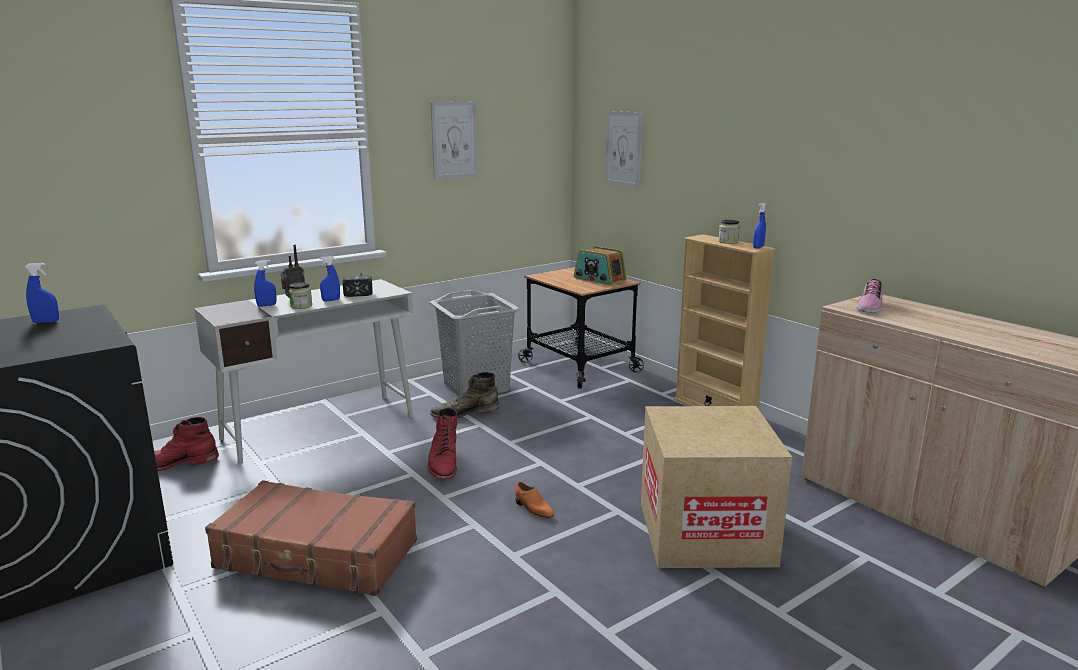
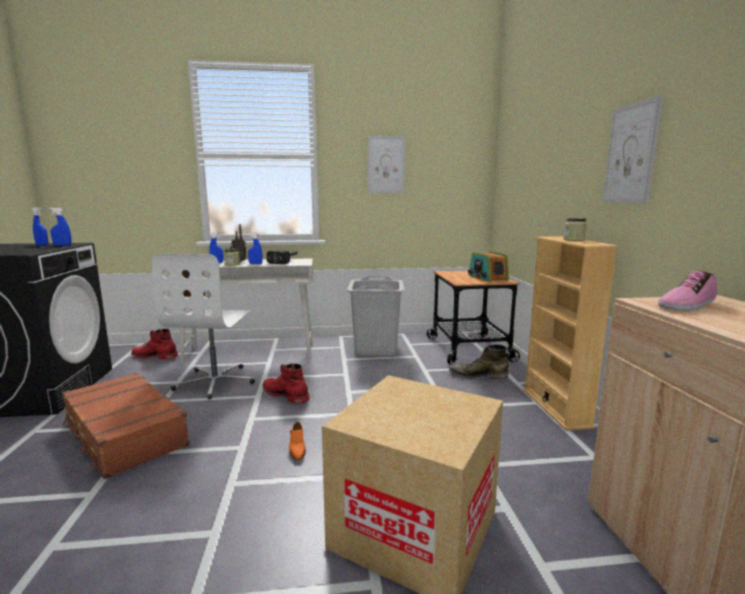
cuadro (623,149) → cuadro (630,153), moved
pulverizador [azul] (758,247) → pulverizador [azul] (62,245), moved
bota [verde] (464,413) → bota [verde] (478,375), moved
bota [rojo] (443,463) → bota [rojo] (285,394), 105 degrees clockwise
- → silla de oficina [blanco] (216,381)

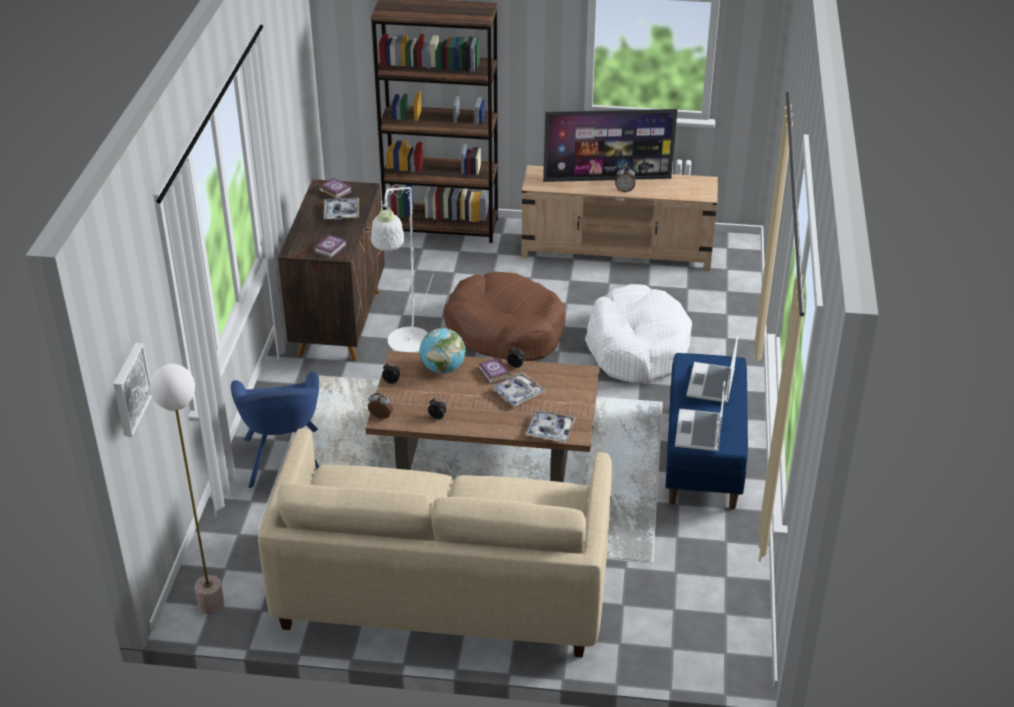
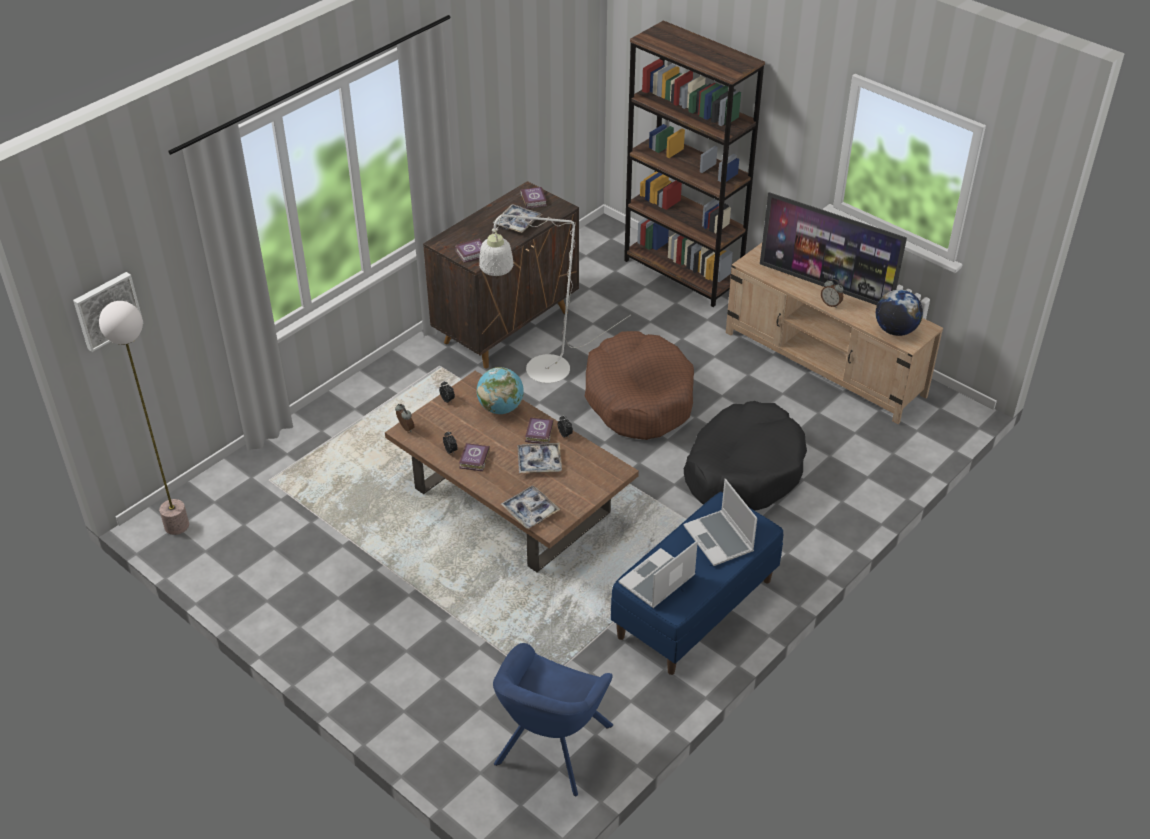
cama para perro [blanco] (637,347) → cama para perro [negro] (743,470)
portátil (711,384) → portátil (719,539), 75 degrees counterclockwise
sillón [azul] (284,461) → sillón [azul] (551,749), moved
sofá [beis] (442,588) → -
- → globo terráqueo (895,330)
- → libro (473,460)

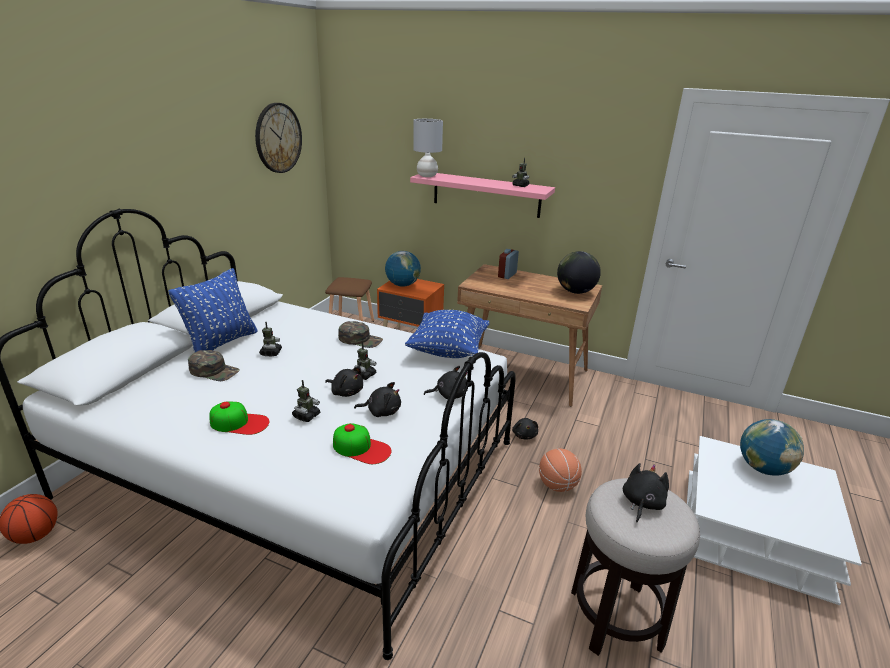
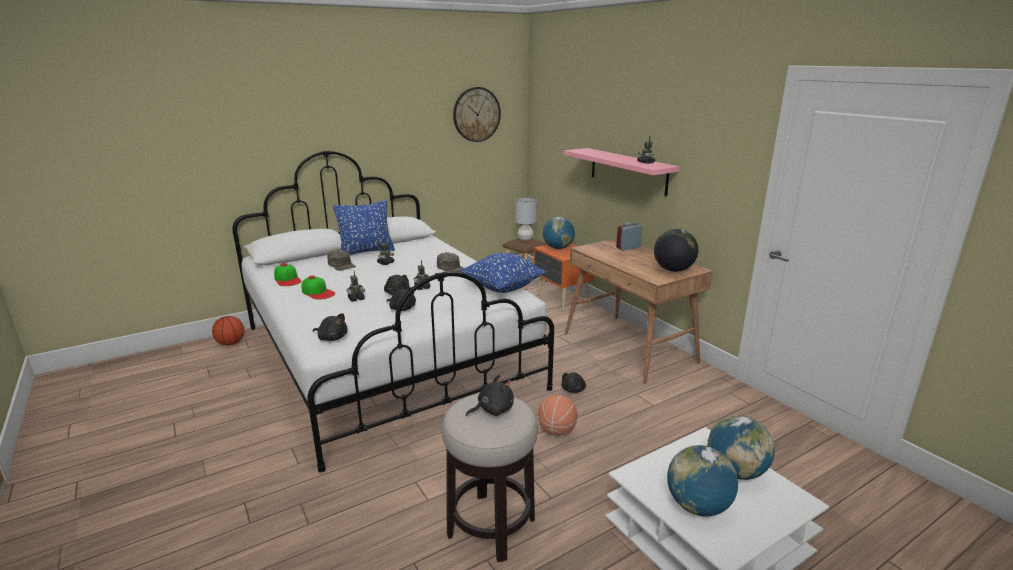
lámpara de mesa [gris] (427,176) → lámpara de mesa [gris] (525,239), moved
peluche [negro] (449,395) → peluche [negro] (332,338), moved
gorra (361,448) → gorra (287,279), moved
- → globo terráqueo (697,506)

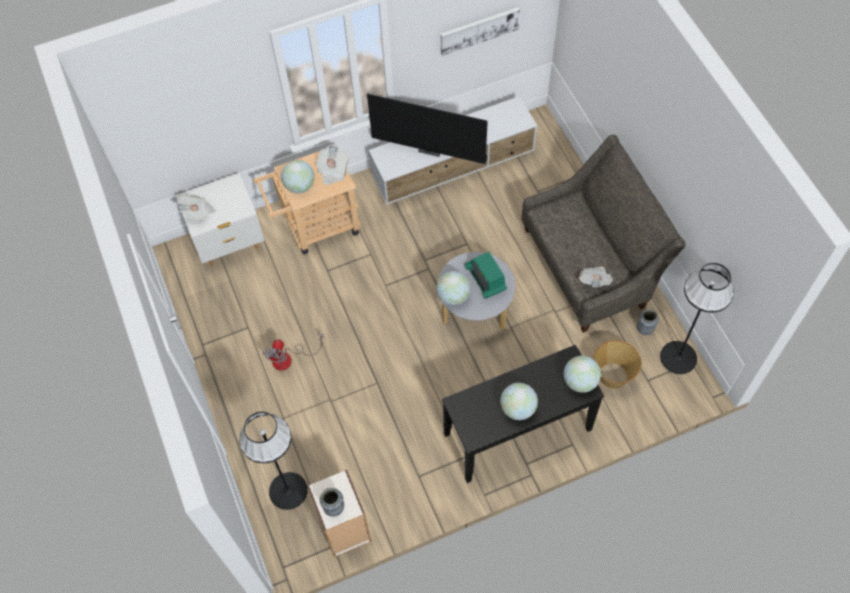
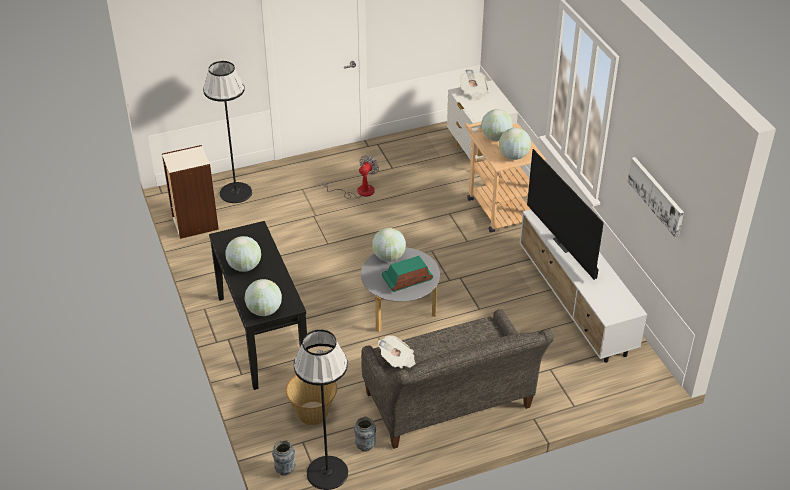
televisor (431,148) → televisor (565,243), 45 degrees counterclockwise
periódico (332,171) → globo terráqueo (513,156)
ventilador (289,358) → ventilador (359,191), 105 degrees clockwise
florero (334,508) → florero (285,470), moved

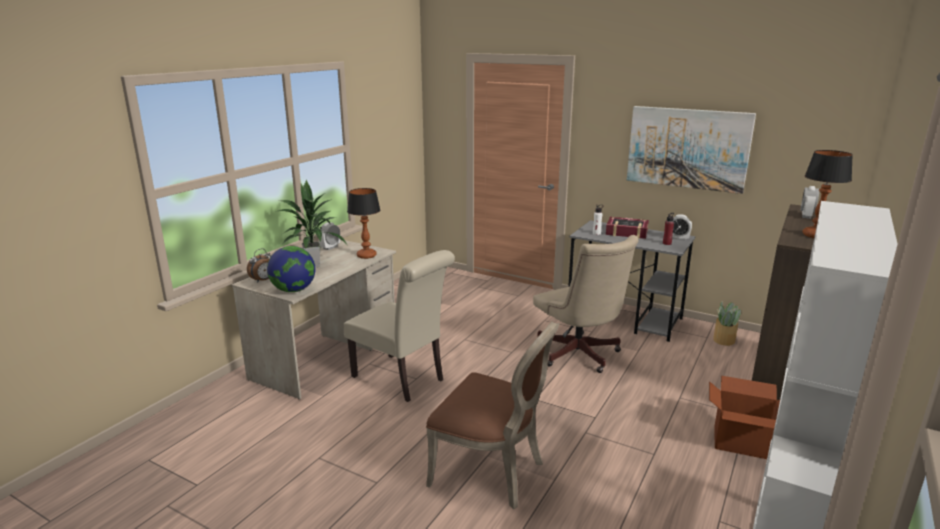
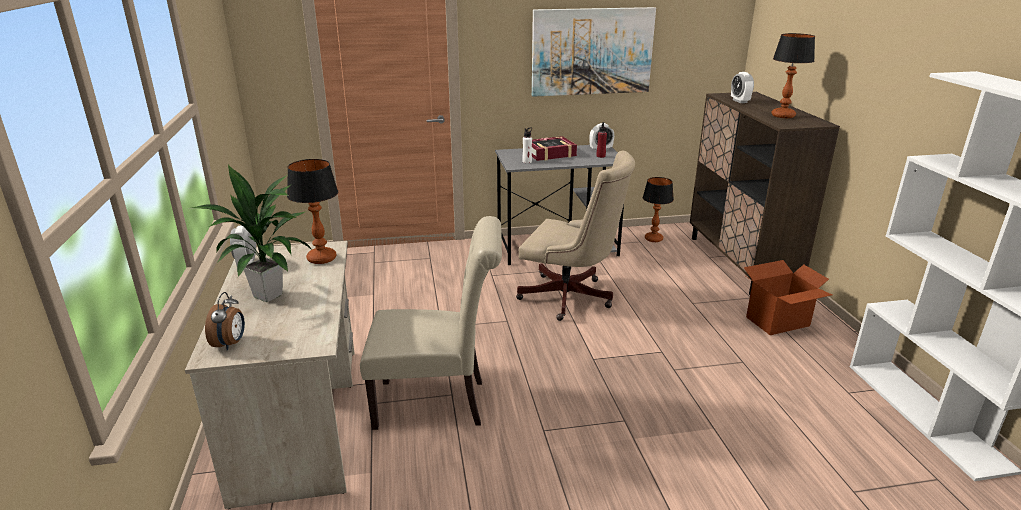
globo terráqueo (294,290) → -
planta en maceta (724,340) → lámpara de mesa (654,239)
silla [marrón] (492,472) → -

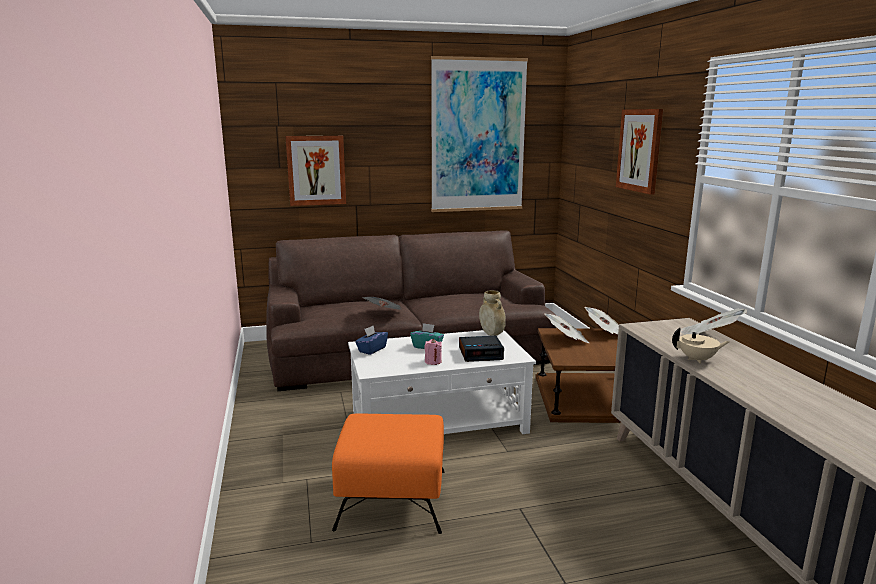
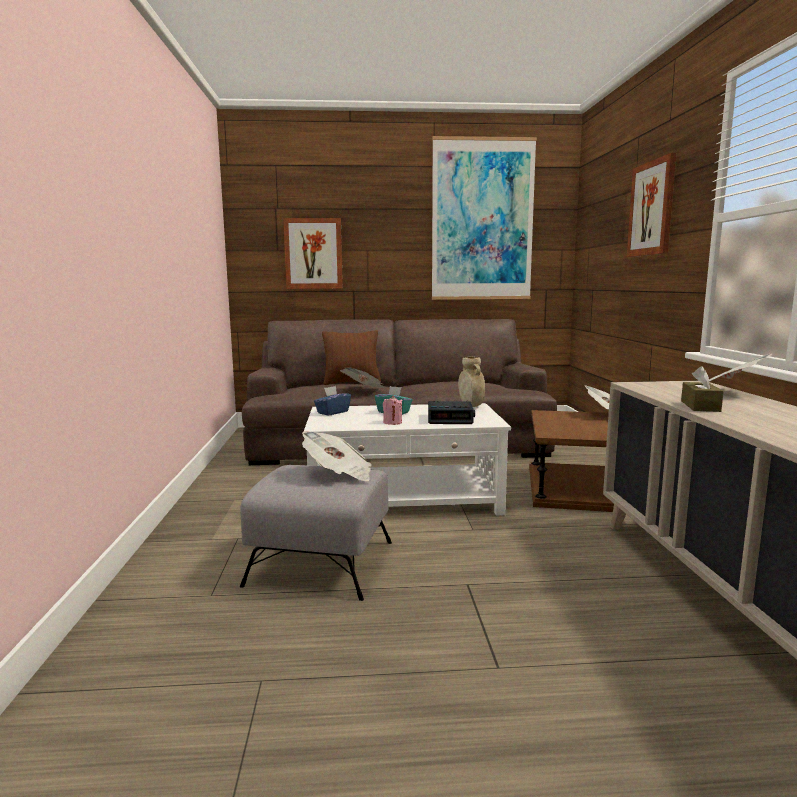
periódico (566,339) → periódico (339,474), moved
tetera [beis] (697,359) → caja de pañuelos [marrón] (700,406)
puf [naranja] (393,499) → puf [gris] (322,563)
- → cojín [marrón] (352,383)

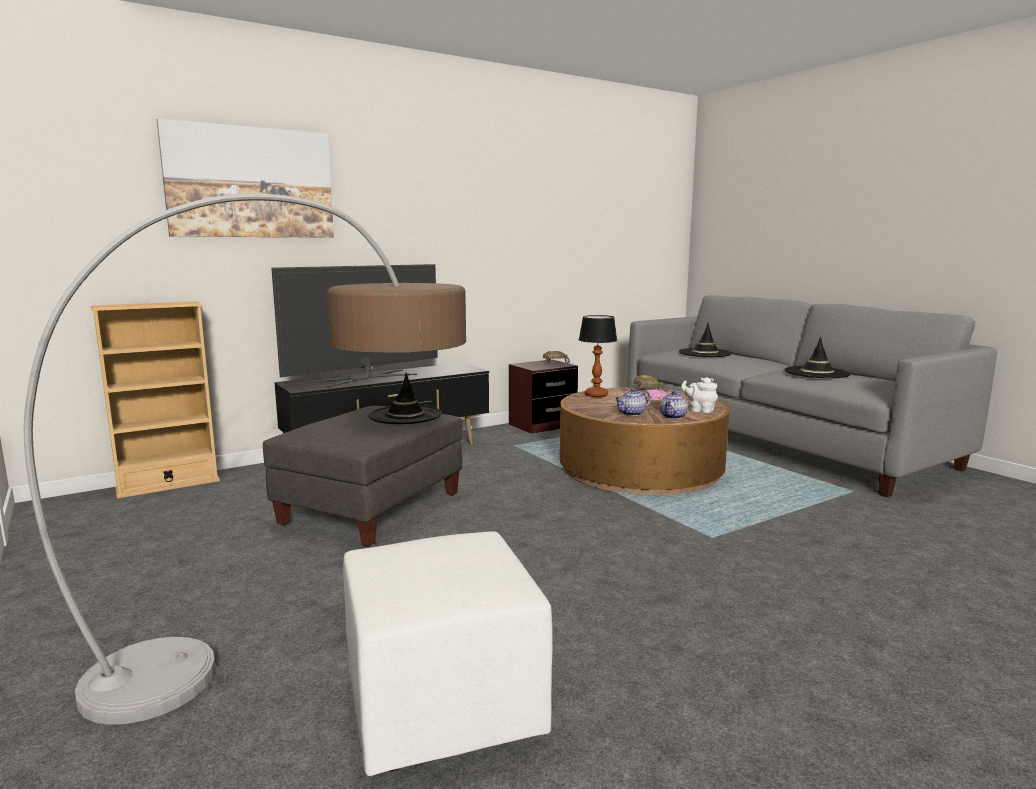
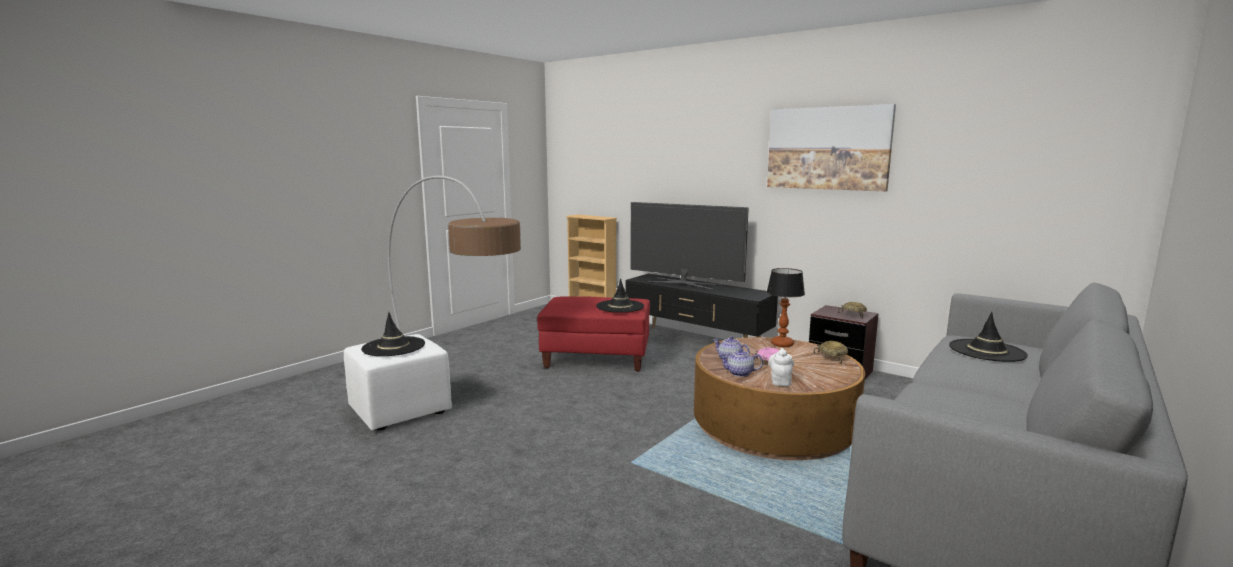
cuadro (250,183) → cuadro (828,148), moved
sombrero [negro] (816,373) → sombrero [negro] (393,347), moved
puf [gris] (372,509) → puf [rojo] (596,358)

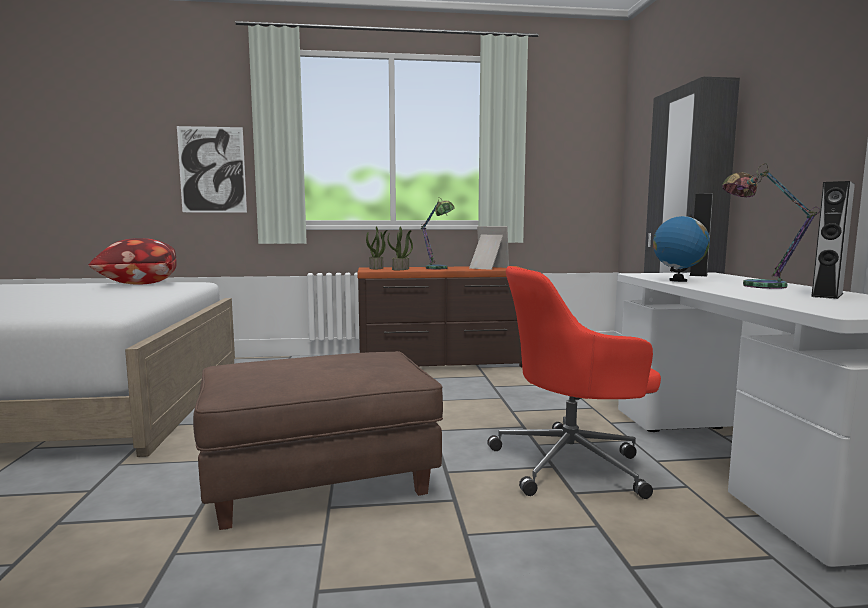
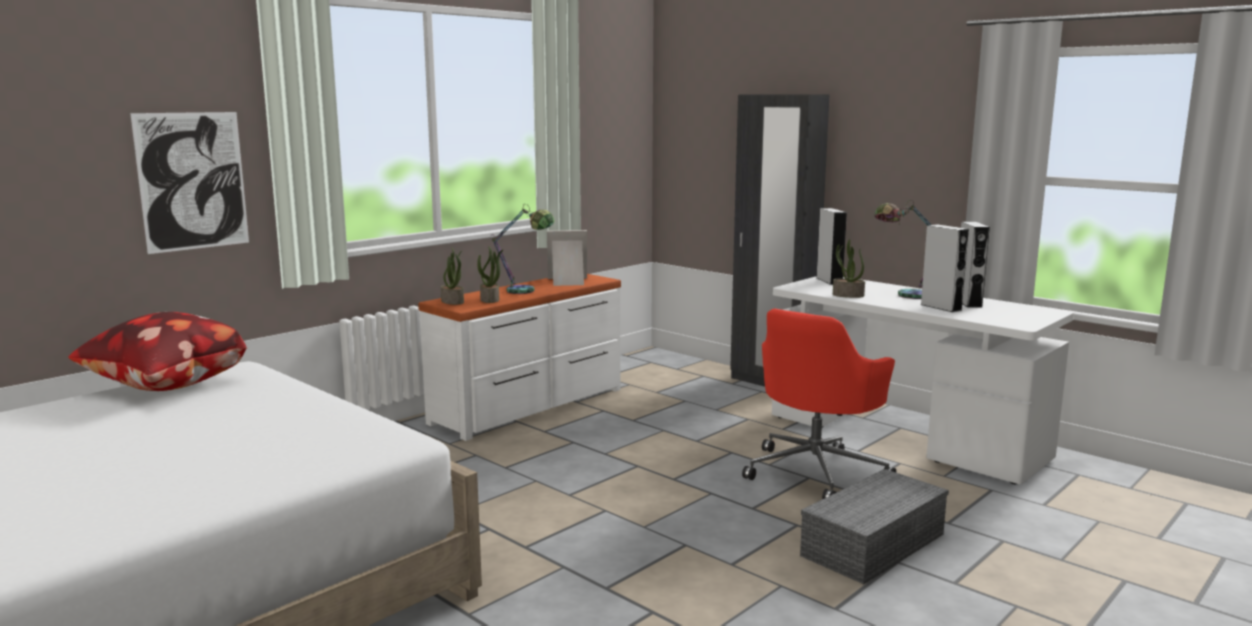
globo terráqueo (678,280) → planta en maceta (847,295)
cómoda [marrón] (442,363) → cómoda [blanco] (530,406)
puf [marrón] (320,483) → -
- → altavoz [gris] (941,307)
- → caja de almacenaje [gris] (873,543)

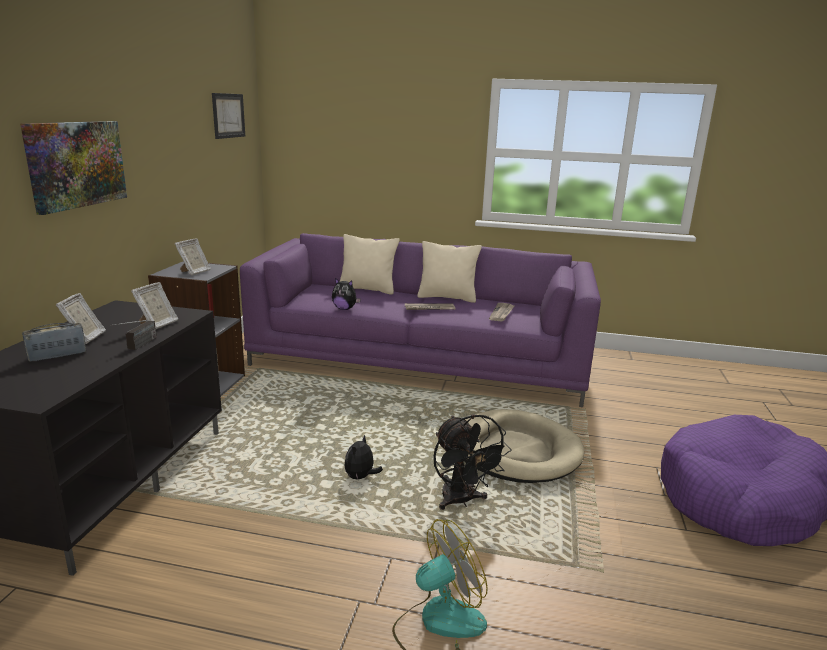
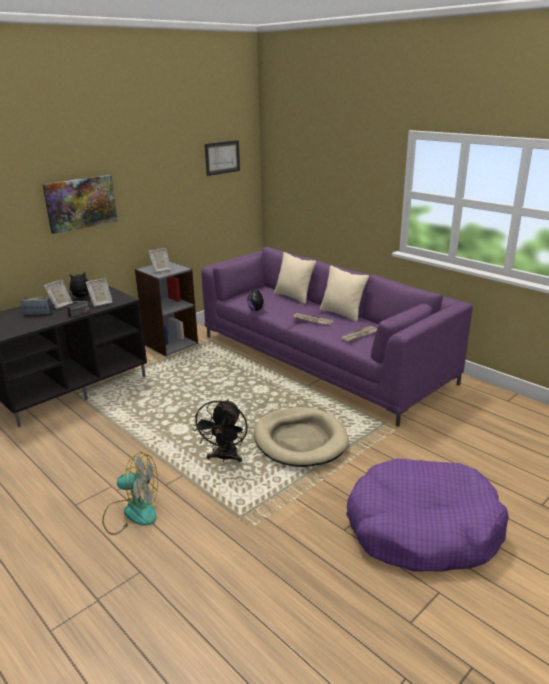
peluche (361,477) → peluche (81,297), moved

